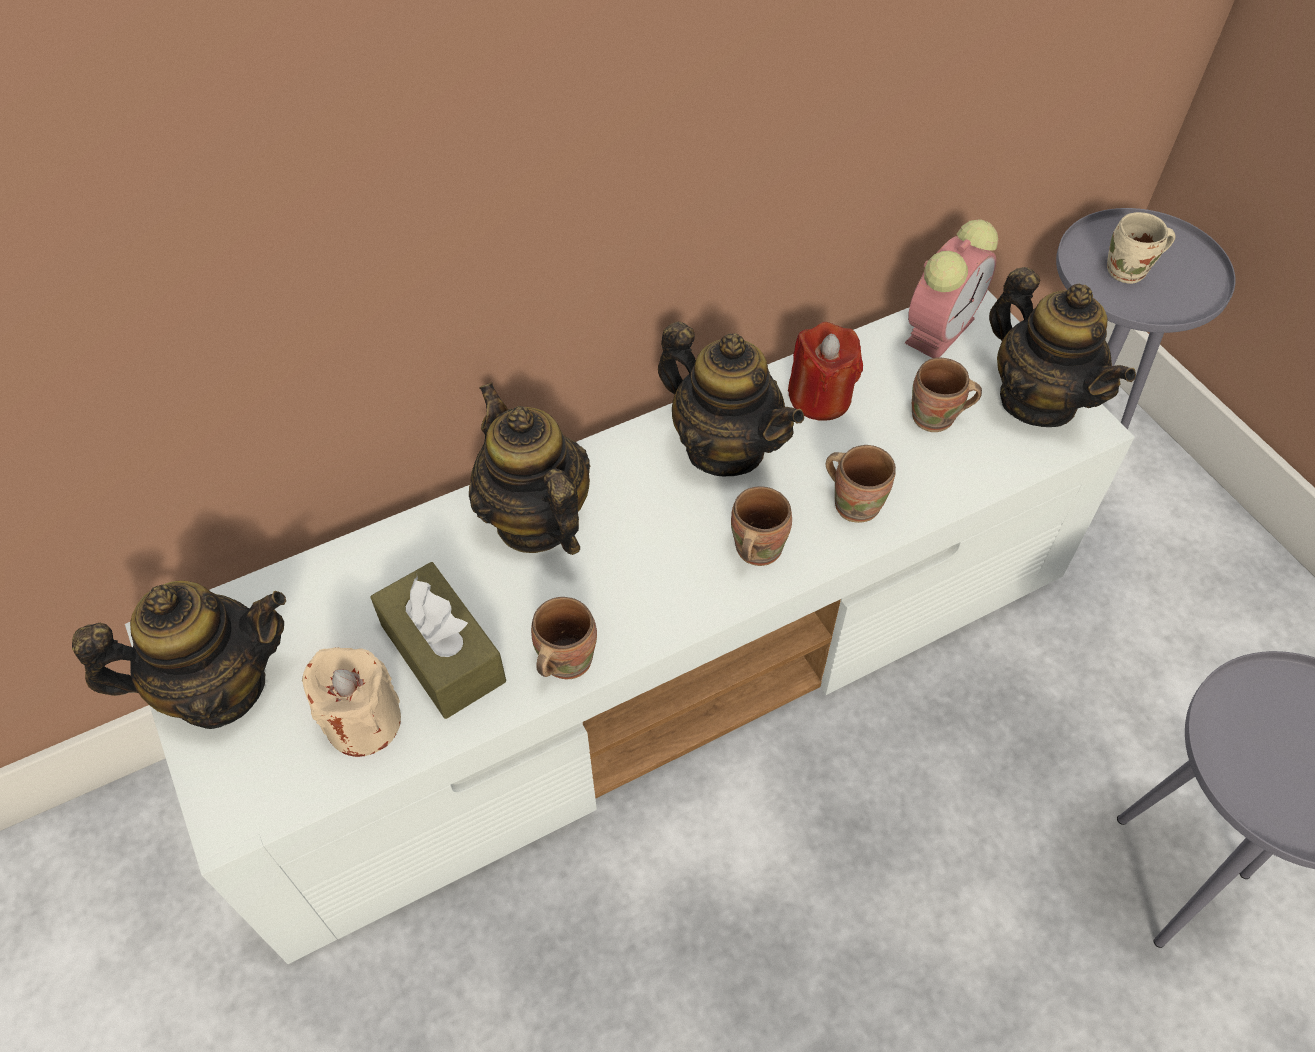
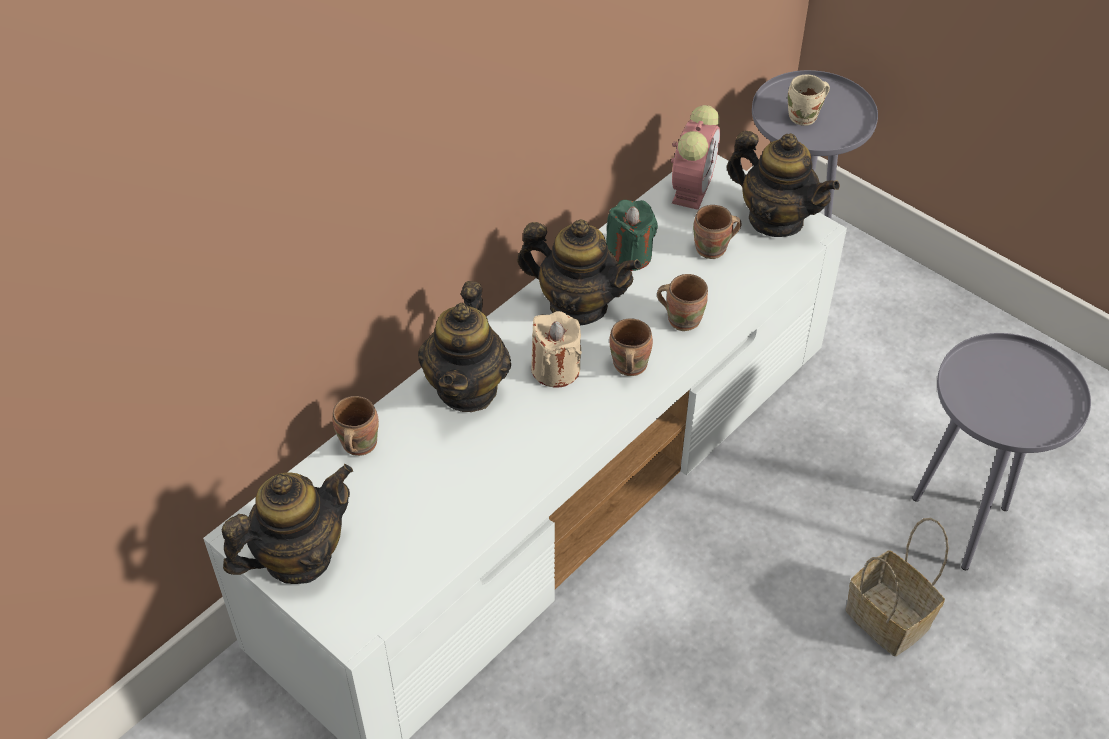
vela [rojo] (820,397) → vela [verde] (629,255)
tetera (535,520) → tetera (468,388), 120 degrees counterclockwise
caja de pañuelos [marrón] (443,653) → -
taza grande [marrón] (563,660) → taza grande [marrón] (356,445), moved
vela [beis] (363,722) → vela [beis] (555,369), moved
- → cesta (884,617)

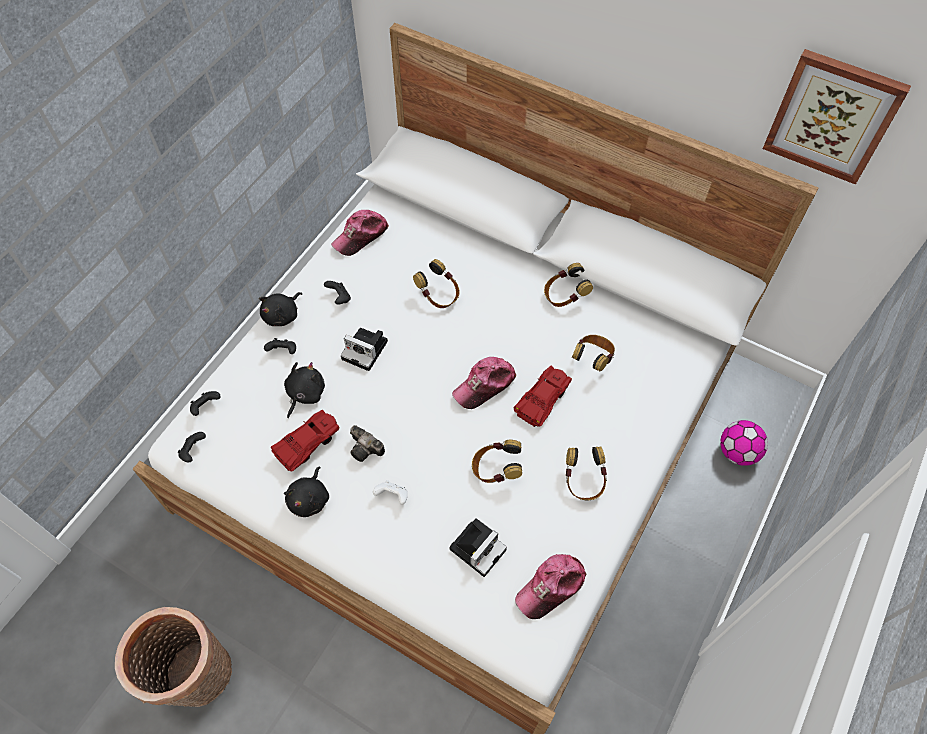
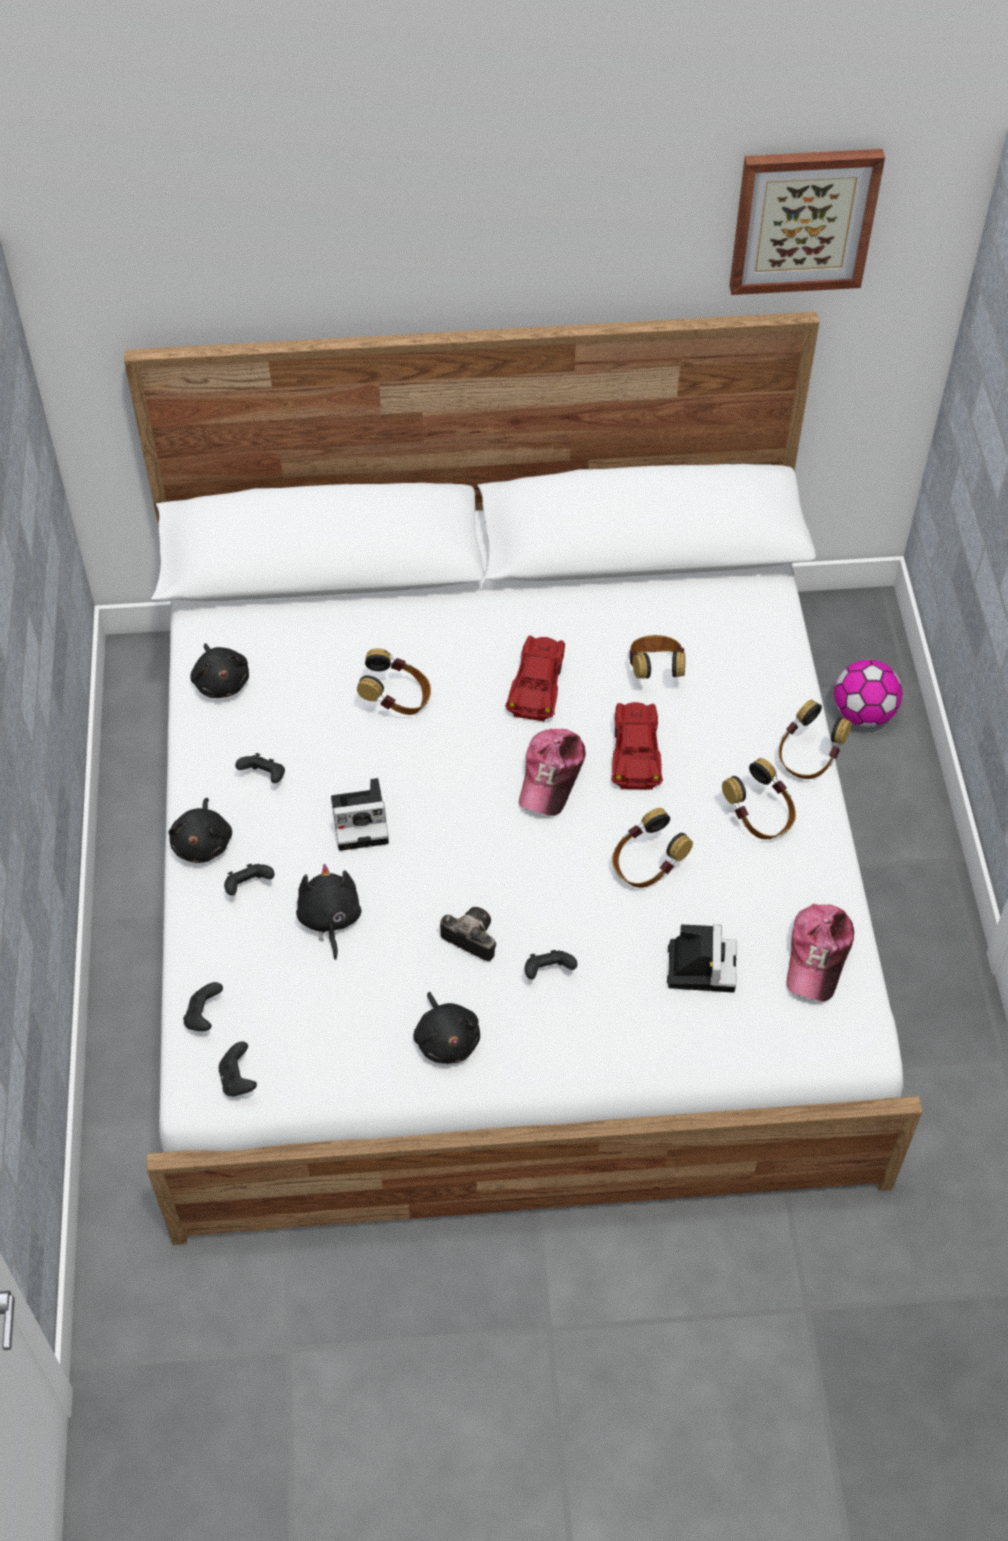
gorra (361,236) → peluche [negro] (221,681)
auriculares (564,296) → auriculares (808,758), moved
coche de juguete [rojo] (308,443) → coche de juguete [rojo] (538,684), moved
cámara (366,449) → cámara (469,937), 150 degrees counterclockwise
mando de consola [blanco] (393,496) → mando de consola [negro] (548,972)
cesta (197,678) → -

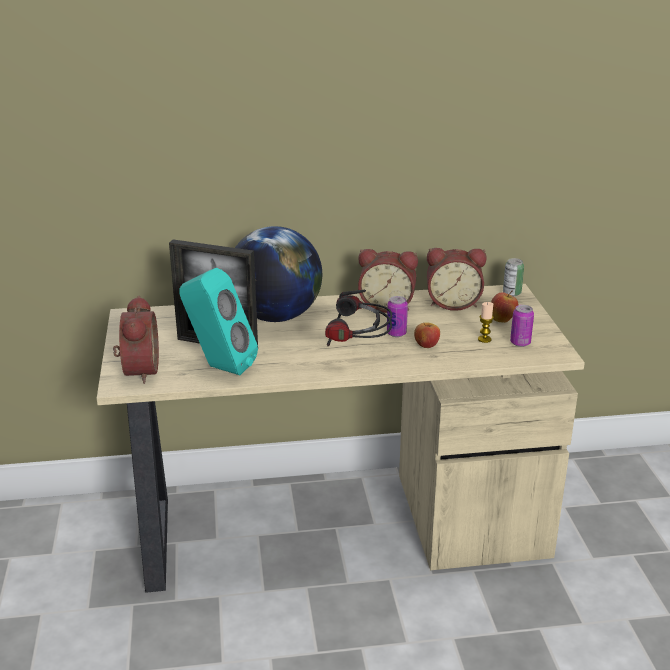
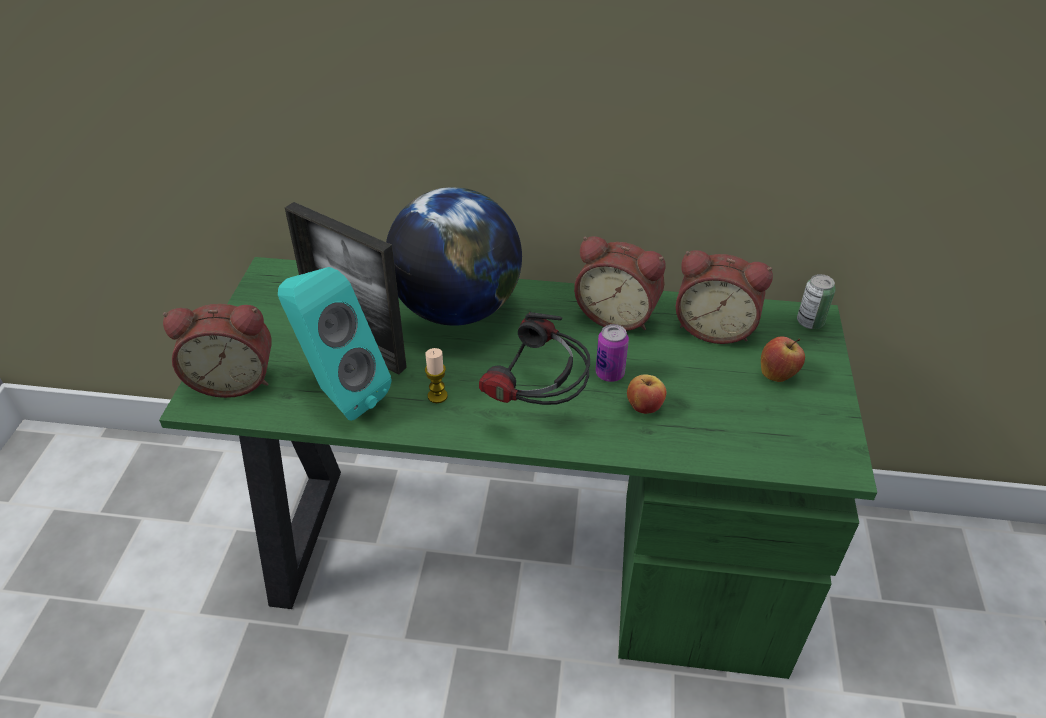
escritorio [beis] (334,526) → escritorio [verde] (521,557)
despertador (138,371) → despertador (233,379), 75 degrees clockwise
vela (484,339) → vela (437,396), moved
lata (520,343) → -

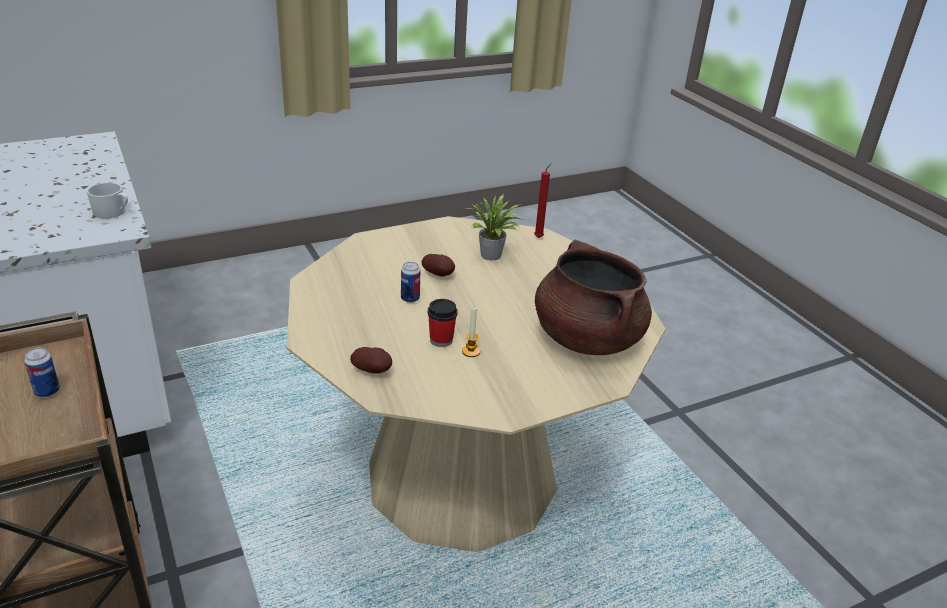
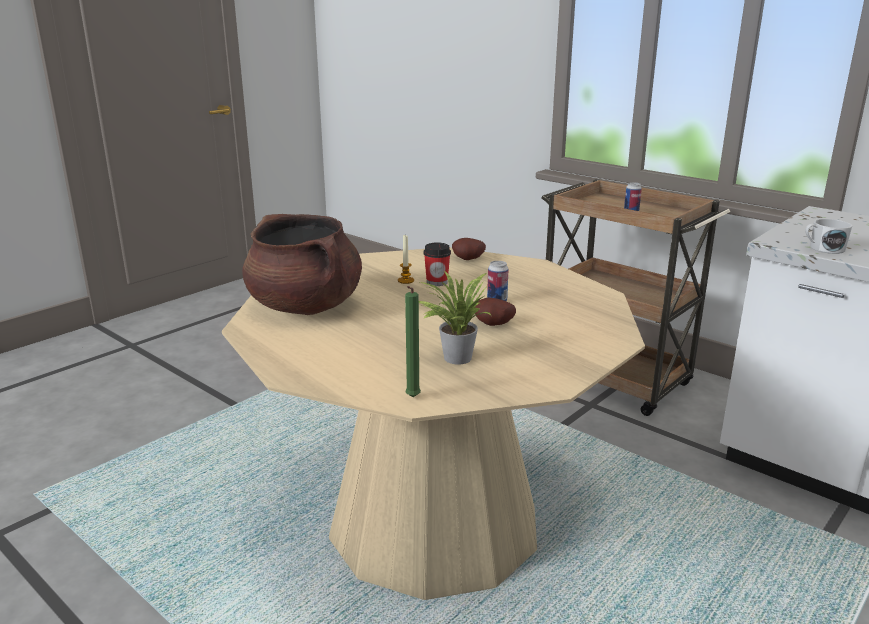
vela [rojo] (539,237) → vela [verde] (412,398)

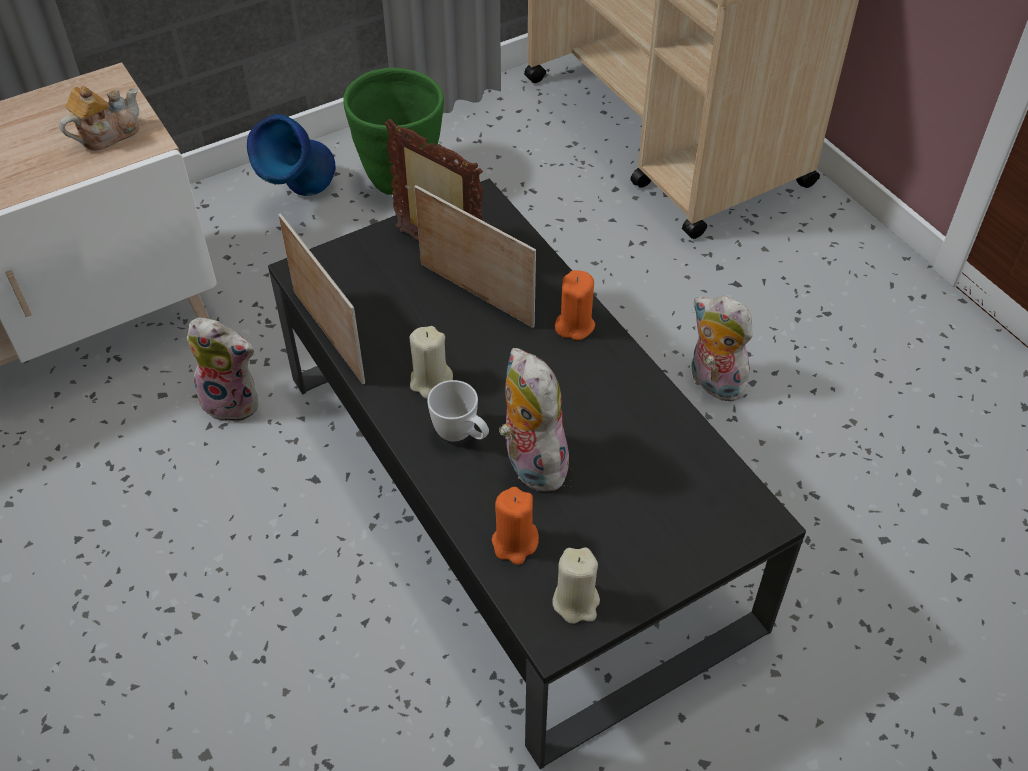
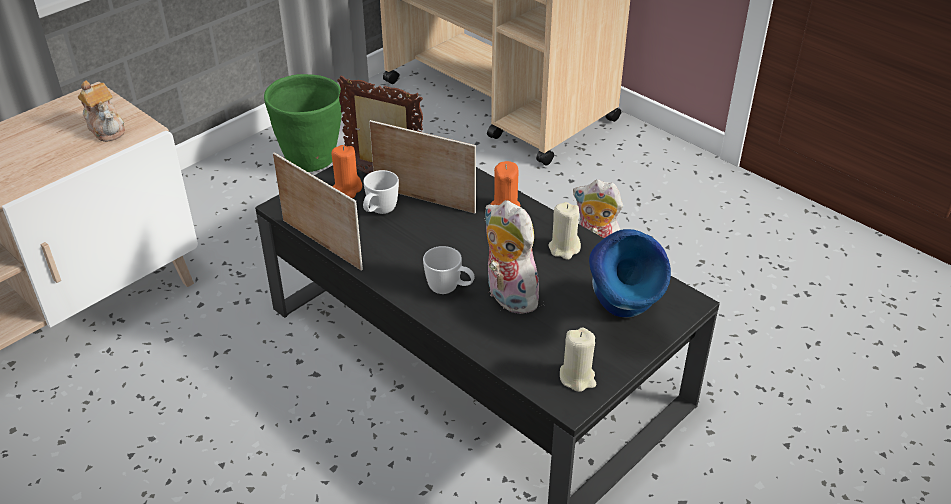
tetera (107,134) → tetera (106,128), 105 degrees clockwise
florero [azul] (300,198) → florero [azul] (622,321), moved
peluche (234,401) → -
vela [beis] (430,381) → vela [beis] (564,248), moved
vela [naranja] (515,543) → vela [naranja] (347,189), moved
- → taza grande [blanco] (379,212)

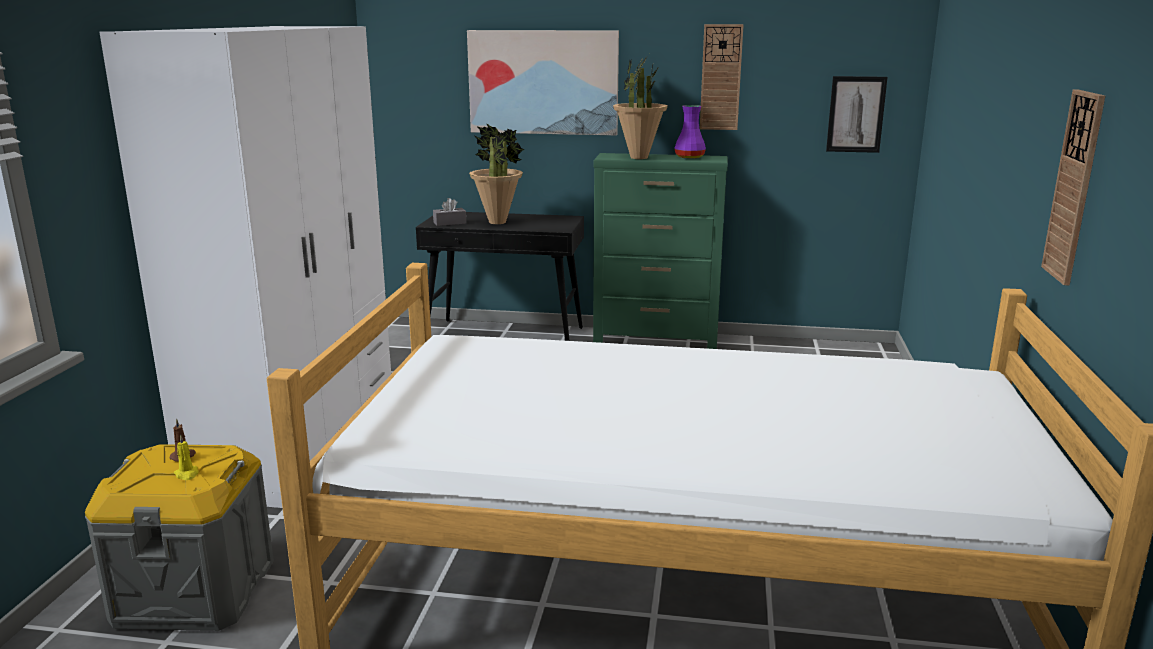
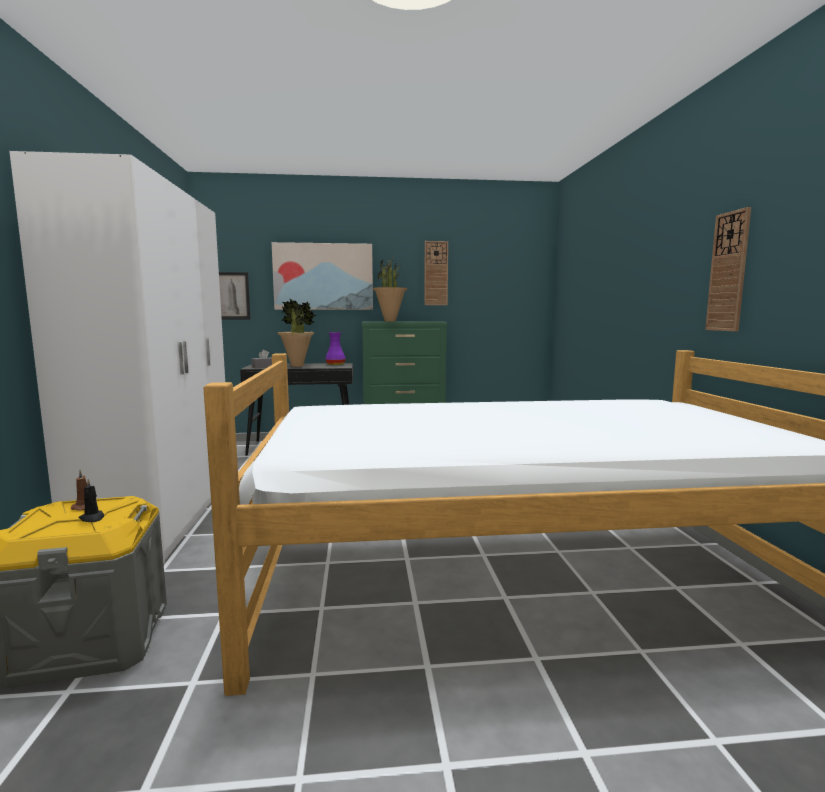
cuadro (856,114) → cuadro (232,296), moved
florero [morado] (690,157) → florero [morado] (336,364), moved
vela [amarillo] (187,474) → vela [negro] (92,518)

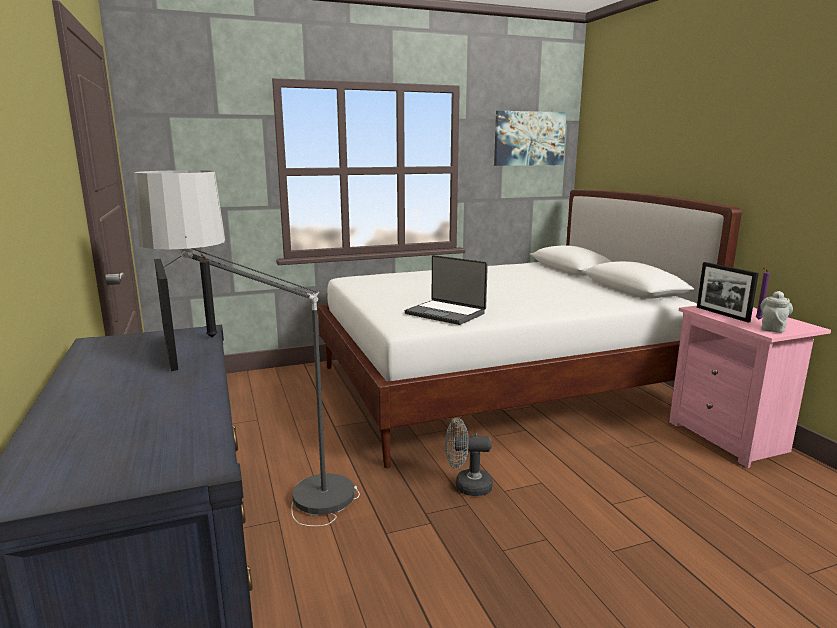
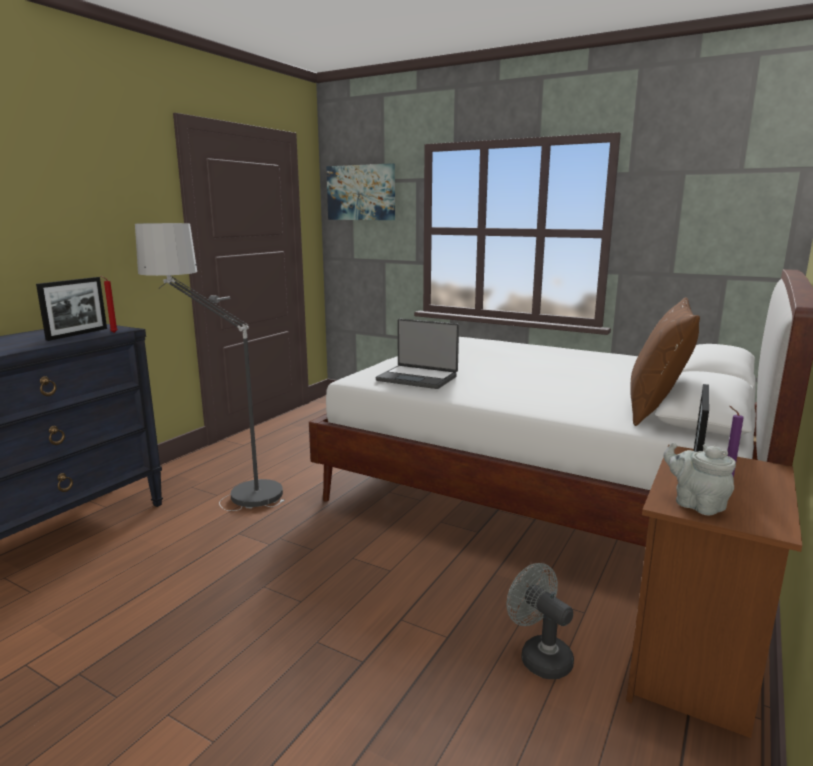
cuadro (529,138) → cuadro (361,192), moved
vela [negro] (211,338) → vela [rojo] (113,333)
portátil (446,313) → portátil (418,378), 60 degrees counterclockwise
tetera [gris] (772,328) → tetera [gris] (696,504), 120 degrees counterclockwise
mesita de noche [rosa] (731,438) → mesita de noche [marrón] (695,669)
ventilador [gris] (467,486) → ventilador [gris] (539,656), moved
- → cojín [marrón] (655,409)

